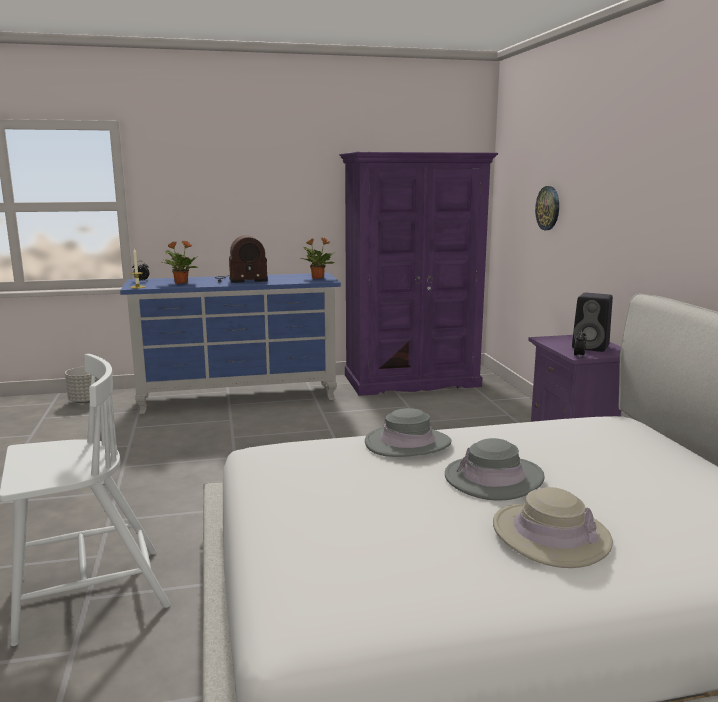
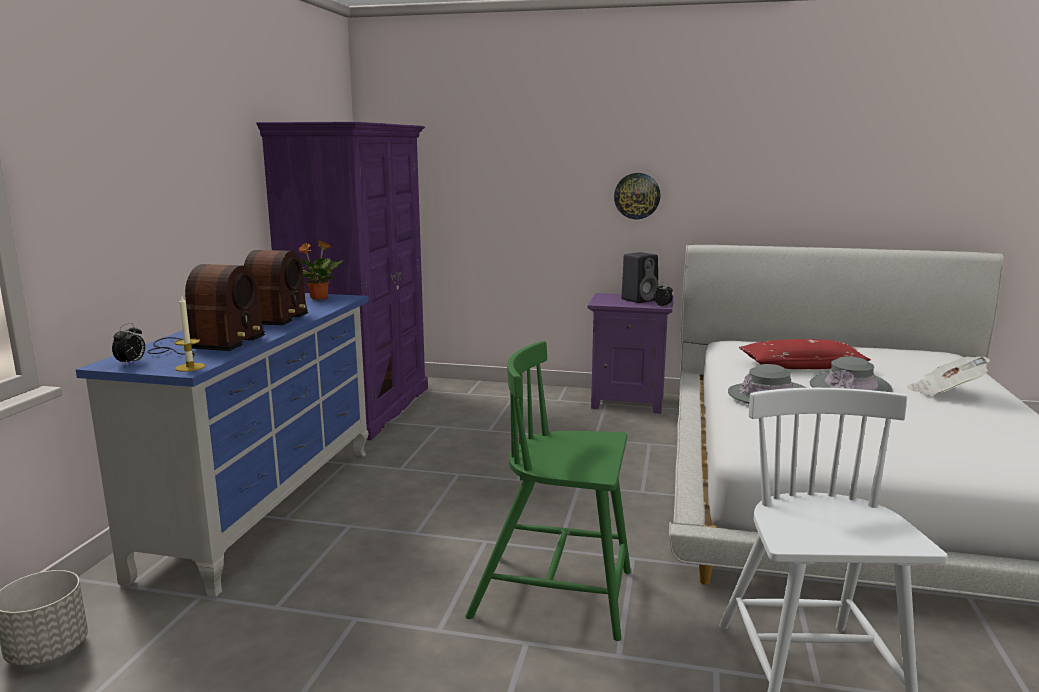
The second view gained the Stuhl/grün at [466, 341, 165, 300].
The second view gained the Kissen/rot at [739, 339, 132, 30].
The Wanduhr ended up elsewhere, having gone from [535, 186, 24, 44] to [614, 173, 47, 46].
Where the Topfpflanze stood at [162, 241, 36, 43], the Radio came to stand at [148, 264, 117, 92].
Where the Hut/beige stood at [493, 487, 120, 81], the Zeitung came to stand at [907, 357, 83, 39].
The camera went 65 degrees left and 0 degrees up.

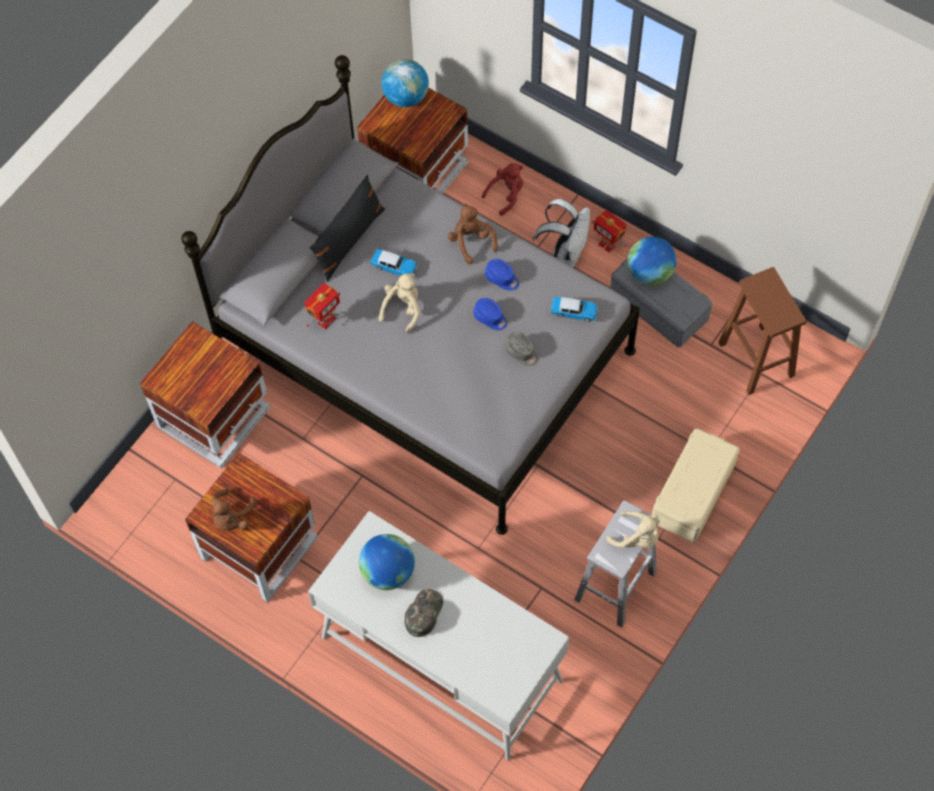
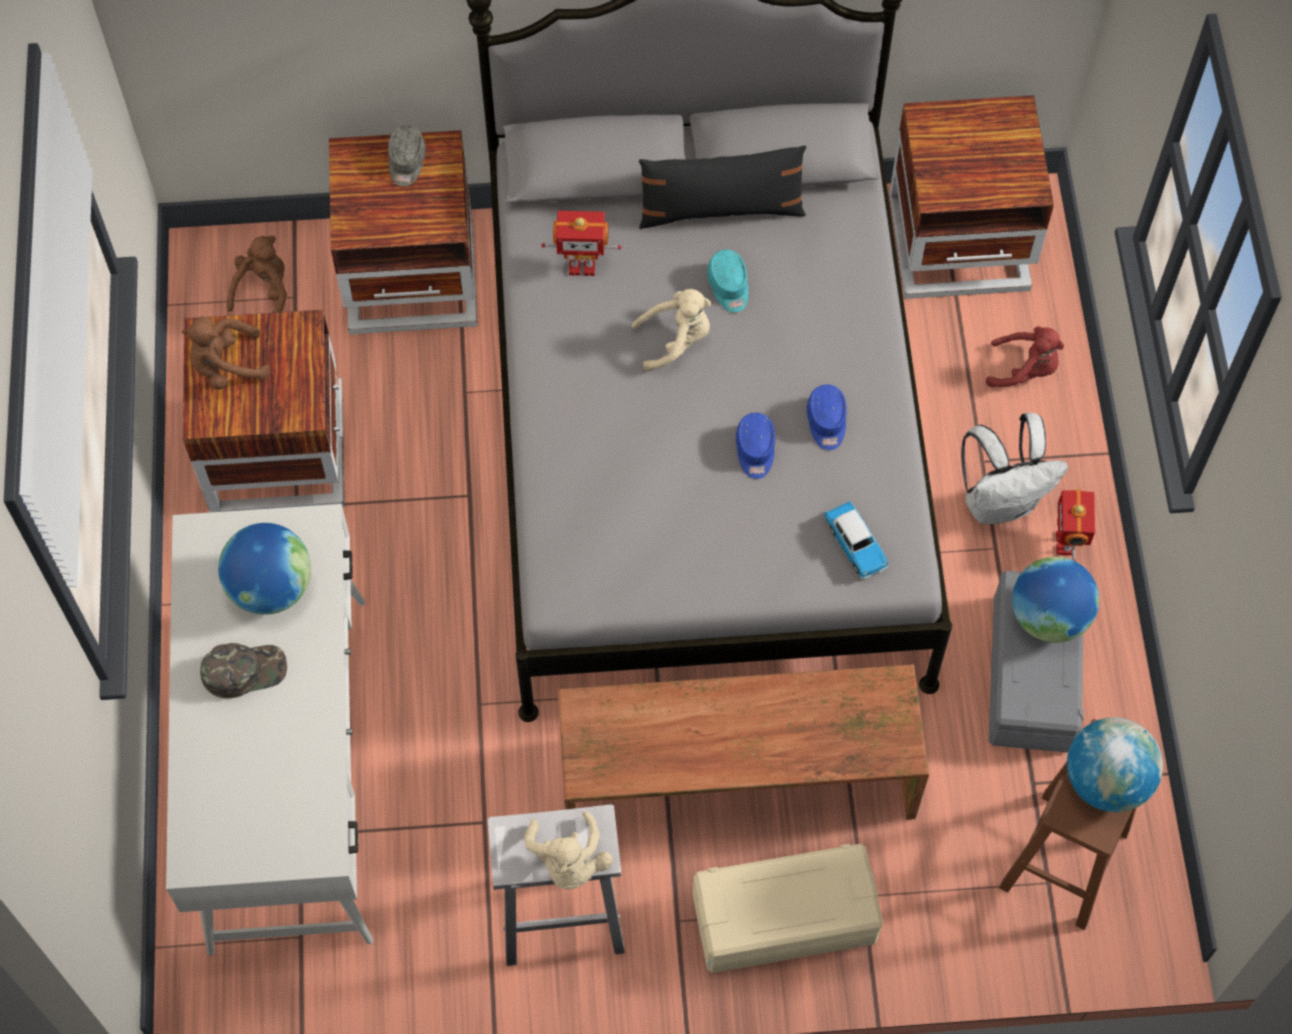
The second view gained the Bank/braun at [557, 664, 372, 156].
The Globus ended up elsewhere, having gone from [381, 59, 48, 48] to [1067, 717, 96, 95].
The Plüschtier/braun ended up elsewhere, having gone from [448, 203, 50, 61] to [227, 236, 60, 77].
The Kappe/grau ended up elsewhere, having gone from [505, 332, 33, 34] to [388, 125, 38, 61].
Where the Spielzeugauto stood at [370, 249, 48, 27], the Kappe/türkis came to stand at [707, 249, 42, 63].
The camera went 50 degrees right and 0 degrees up.

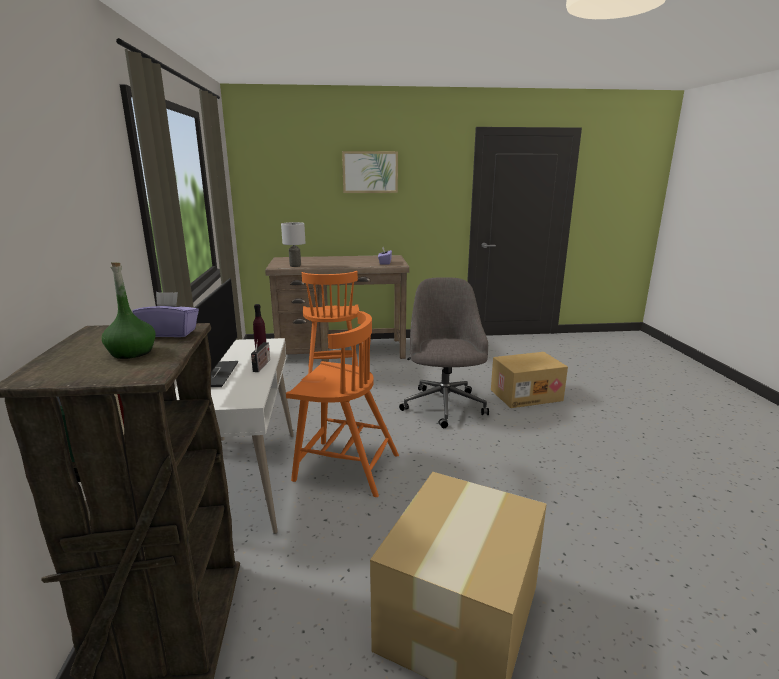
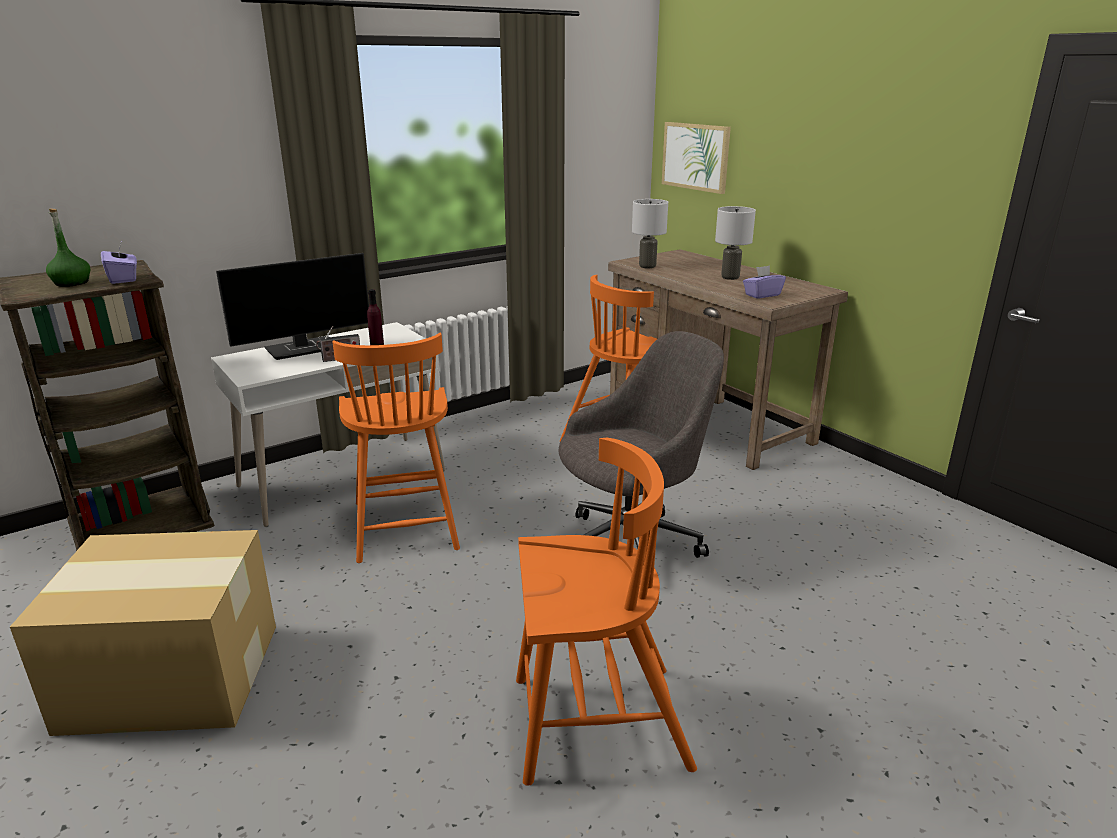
The second view lost the Karton at [491, 352, 77, 56].
The second view gained the Stuhl/orange at [516, 438, 181, 348].
The second view gained the Tischlampe/weiß at [715, 206, 41, 74].
The Bild ended up elsewhere, having gone from [342, 151, 56, 42] to [662, 122, 69, 72].
The camera went 60 degrees right and 5 degrees up.

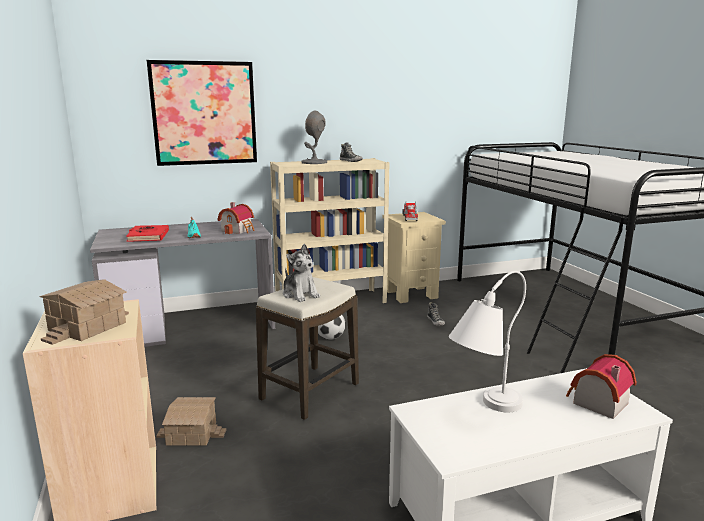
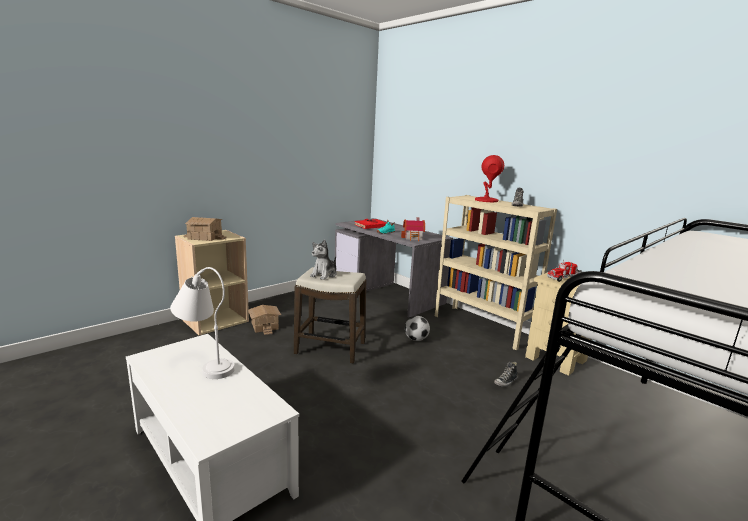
The second view lost the Bild at [147, 60, 110, 106].
The second view lost the Spielzeughaus at [566, 354, 71, 65].
What was the Tischlampe/grau at [301, 111, 26, 53] turned into the Tischlampe/rot at [475, 155, 29, 47].
The camera went 65 degrees right and 0 degrees up.

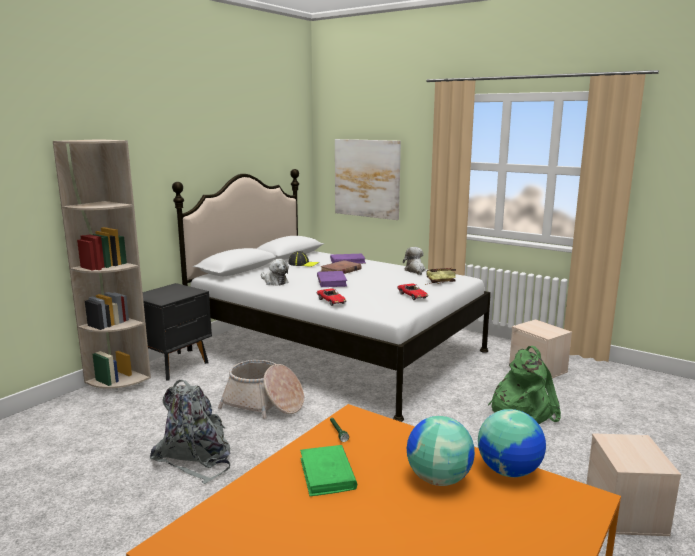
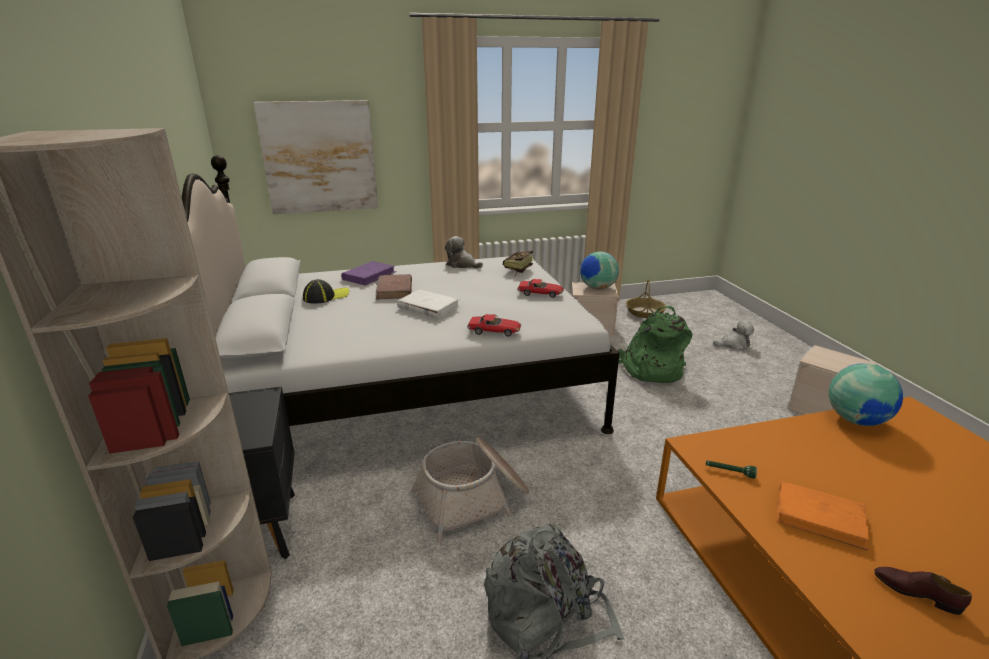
The second view gained the Korb at [626, 279, 40, 39].
The second view gained the Schuh/braun at [875, 567, 97, 48].
The Plüschtier ended up elsewhere, having gone from [261, 259, 28, 27] to [713, 320, 41, 30].
The Globus ended up elsewhere, having gone from [407, 416, 68, 70] to [580, 251, 39, 39].
What was the Buch/grün at [300, 445, 57, 51] turned into the Buch/orange at [777, 481, 92, 69].
What was the Buch/lila at [317, 271, 30, 16] turned into the Buch/weiß at [397, 290, 63, 29].
The camera went 50 degrees left and 10 degrees up.

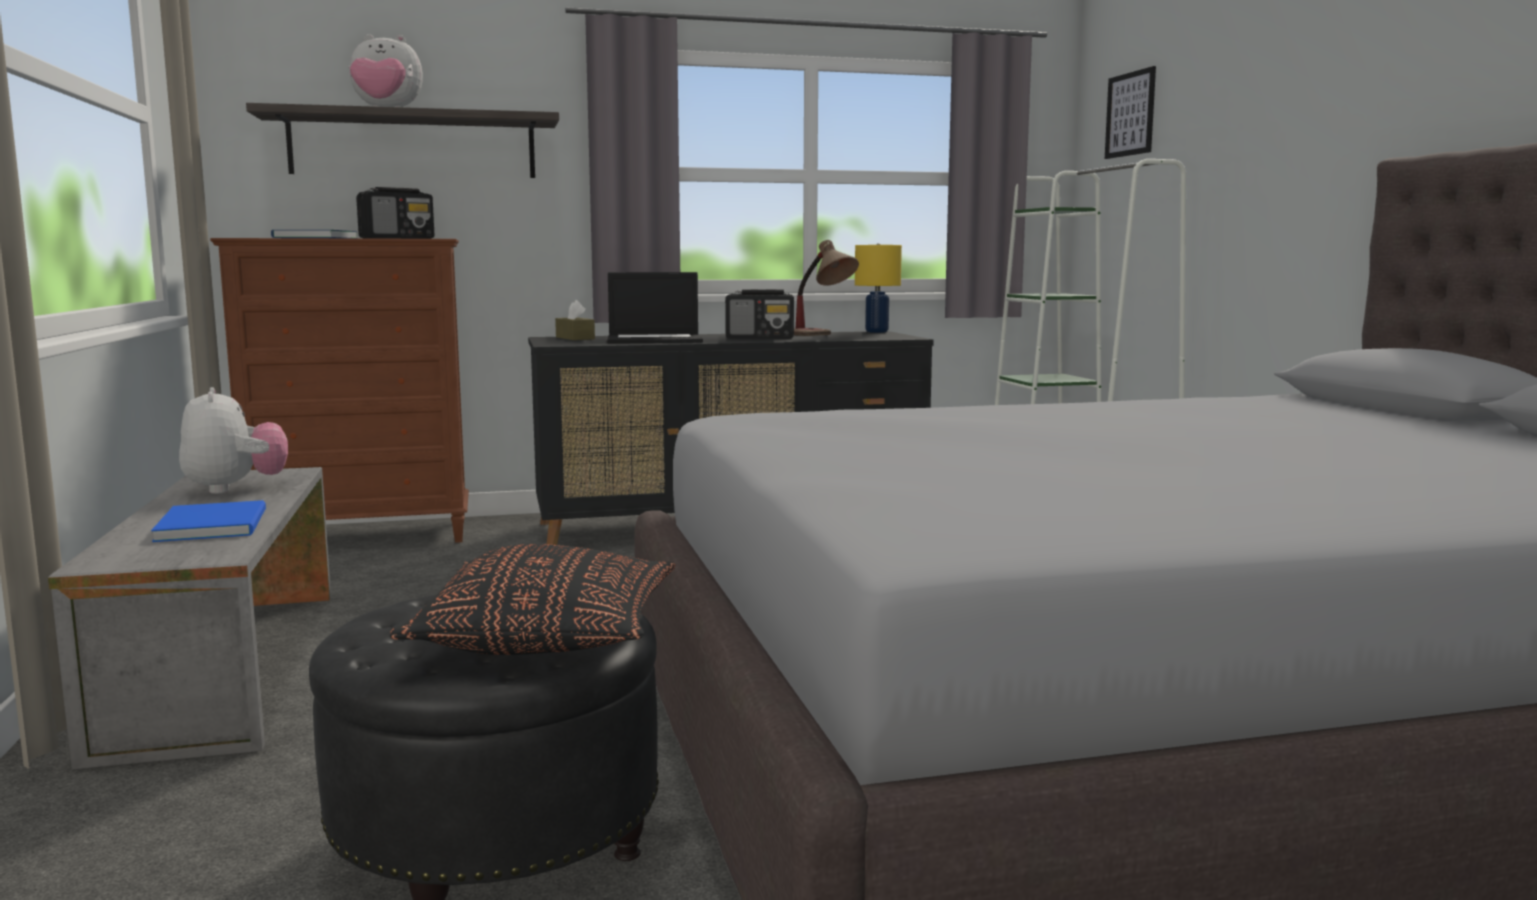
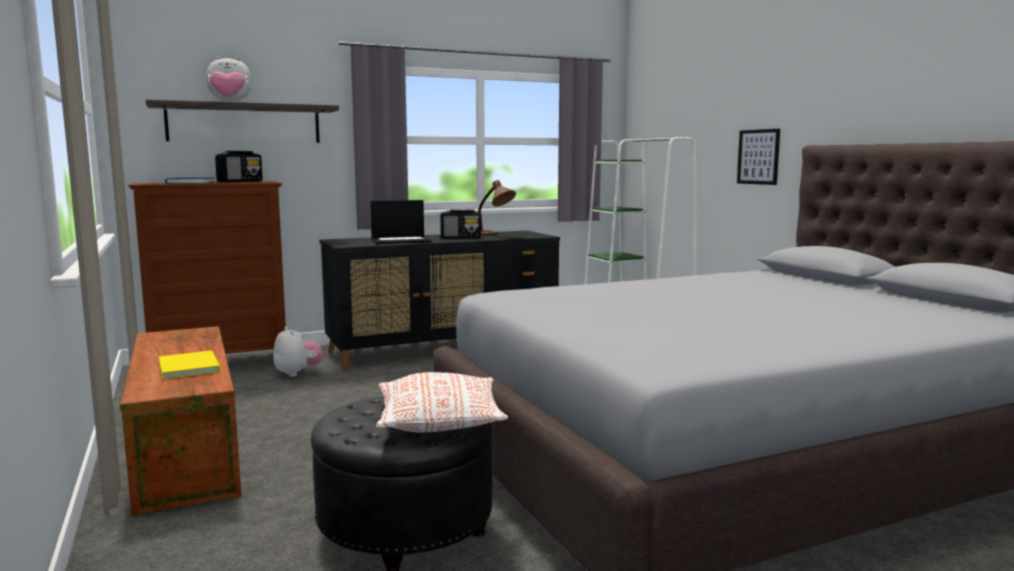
The second view lost the Taschentuchbox/braun at [555, 300, 40, 40].
The second view lost the Tischlampe/gelb at [855, 243, 47, 90].
The Plüschtier ended up elsewhere, having gone from [179, 387, 109, 107] to [273, 327, 50, 50].
The Bild ended up elsewhere, having gone from [1105, 66, 51, 93] to [737, 129, 43, 56].
What was the Bank/grau at [48, 467, 283, 302] turned into the Bank/braun at [120, 326, 121, 190].
What was the Buch/blau at [151, 500, 115, 42] turned into the Buch/gelb at [159, 350, 62, 29].
What was the Kissen/schwarz at [390, 544, 285, 111] turned into the Kissen/weiß at [376, 372, 132, 61].
The camera went 10 degrees left and 0 degrees up.

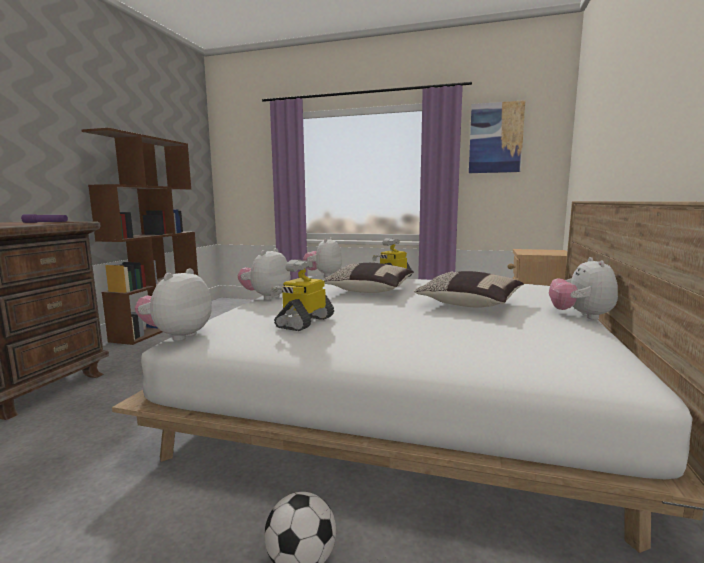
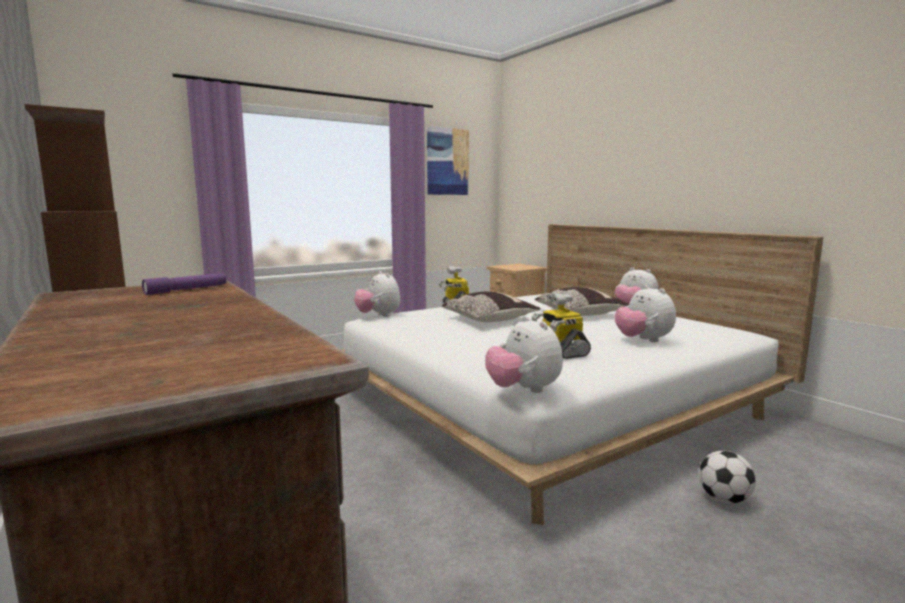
The Plüschtier ended up elsewhere, having gone from [238, 248, 52, 52] to [615, 285, 61, 57].
The camera went 50 degrees left and 0 degrees up.

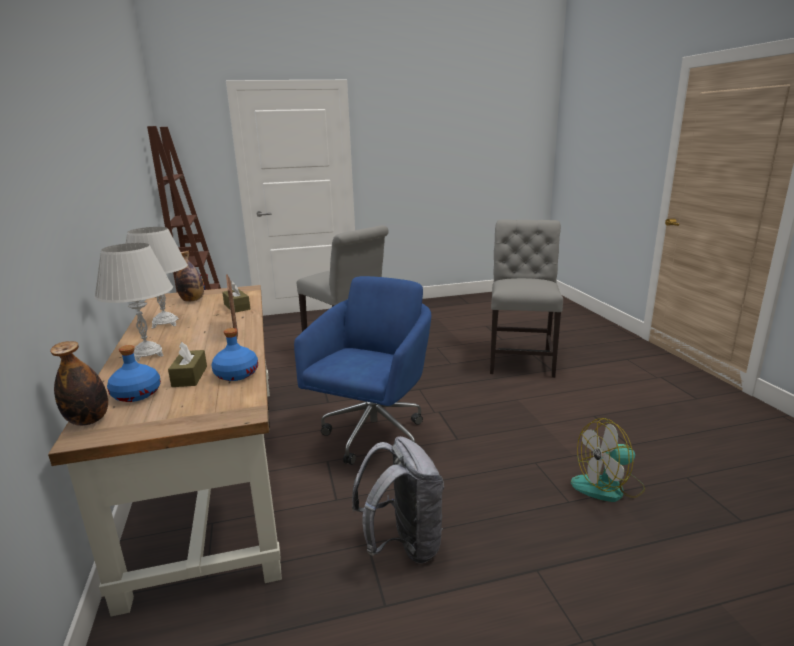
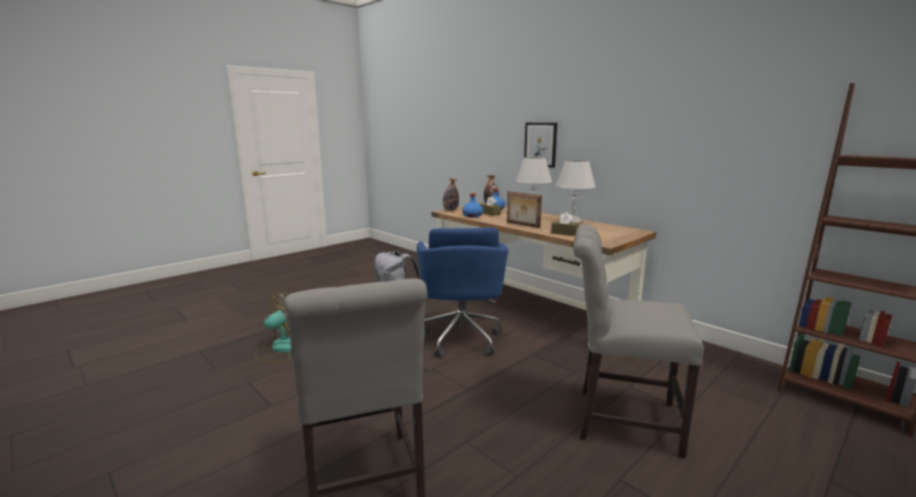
The second view gained the Bild at [524, 123, 33, 45].
The Flasche ended up elsewhere, having gone from [176, 251, 28, 51] to [443, 178, 16, 33].
The camera went 150 degrees right and 5 degrees down.

